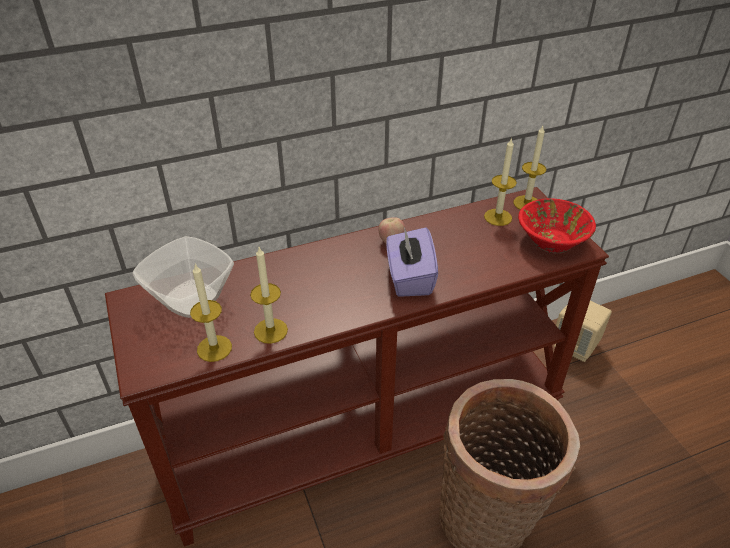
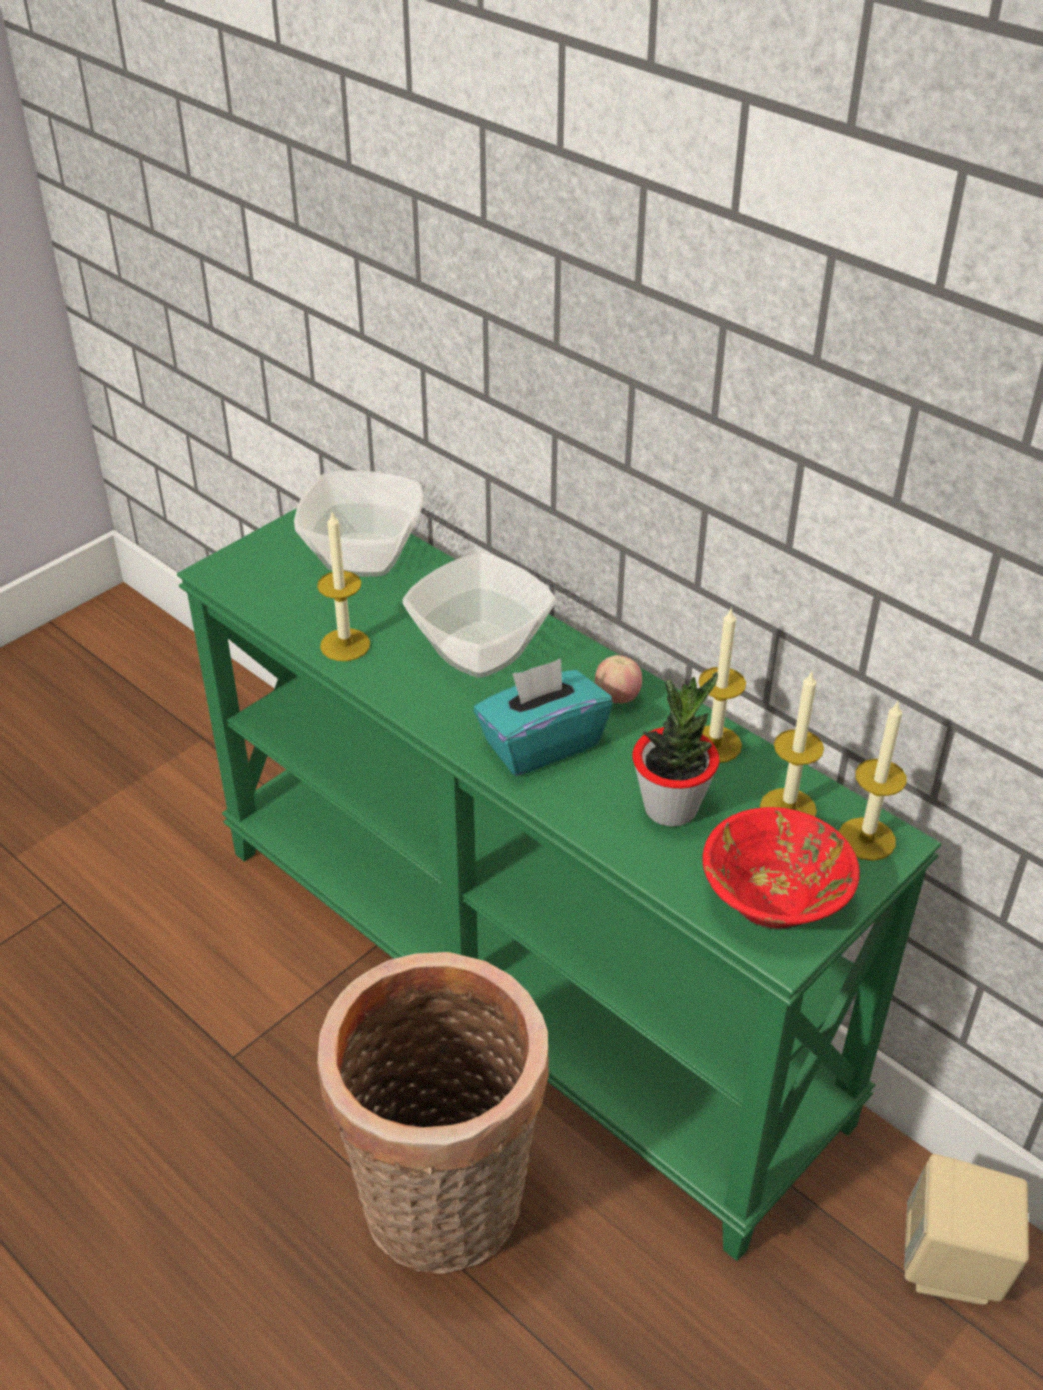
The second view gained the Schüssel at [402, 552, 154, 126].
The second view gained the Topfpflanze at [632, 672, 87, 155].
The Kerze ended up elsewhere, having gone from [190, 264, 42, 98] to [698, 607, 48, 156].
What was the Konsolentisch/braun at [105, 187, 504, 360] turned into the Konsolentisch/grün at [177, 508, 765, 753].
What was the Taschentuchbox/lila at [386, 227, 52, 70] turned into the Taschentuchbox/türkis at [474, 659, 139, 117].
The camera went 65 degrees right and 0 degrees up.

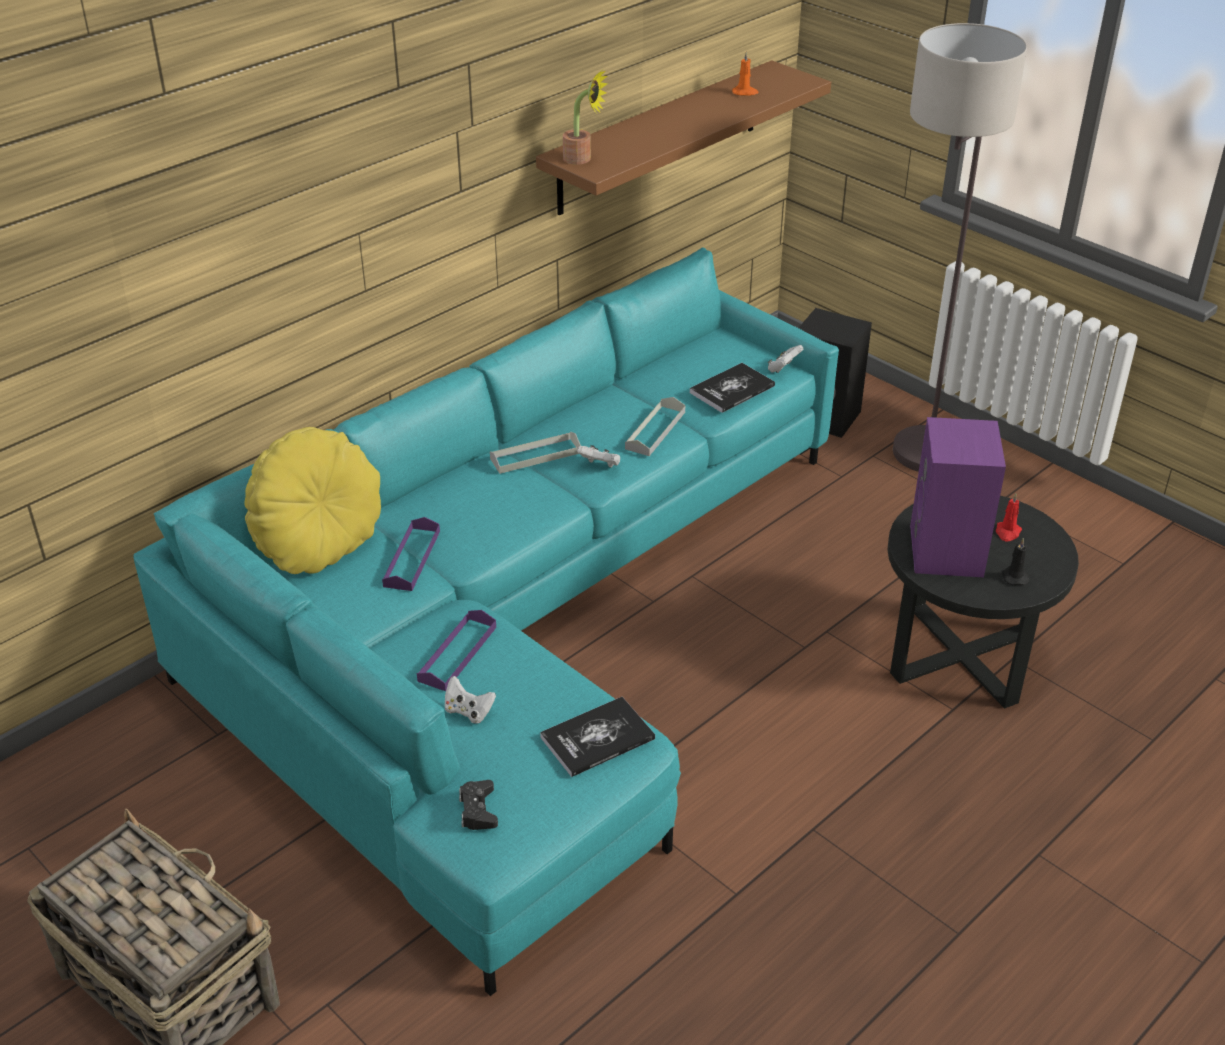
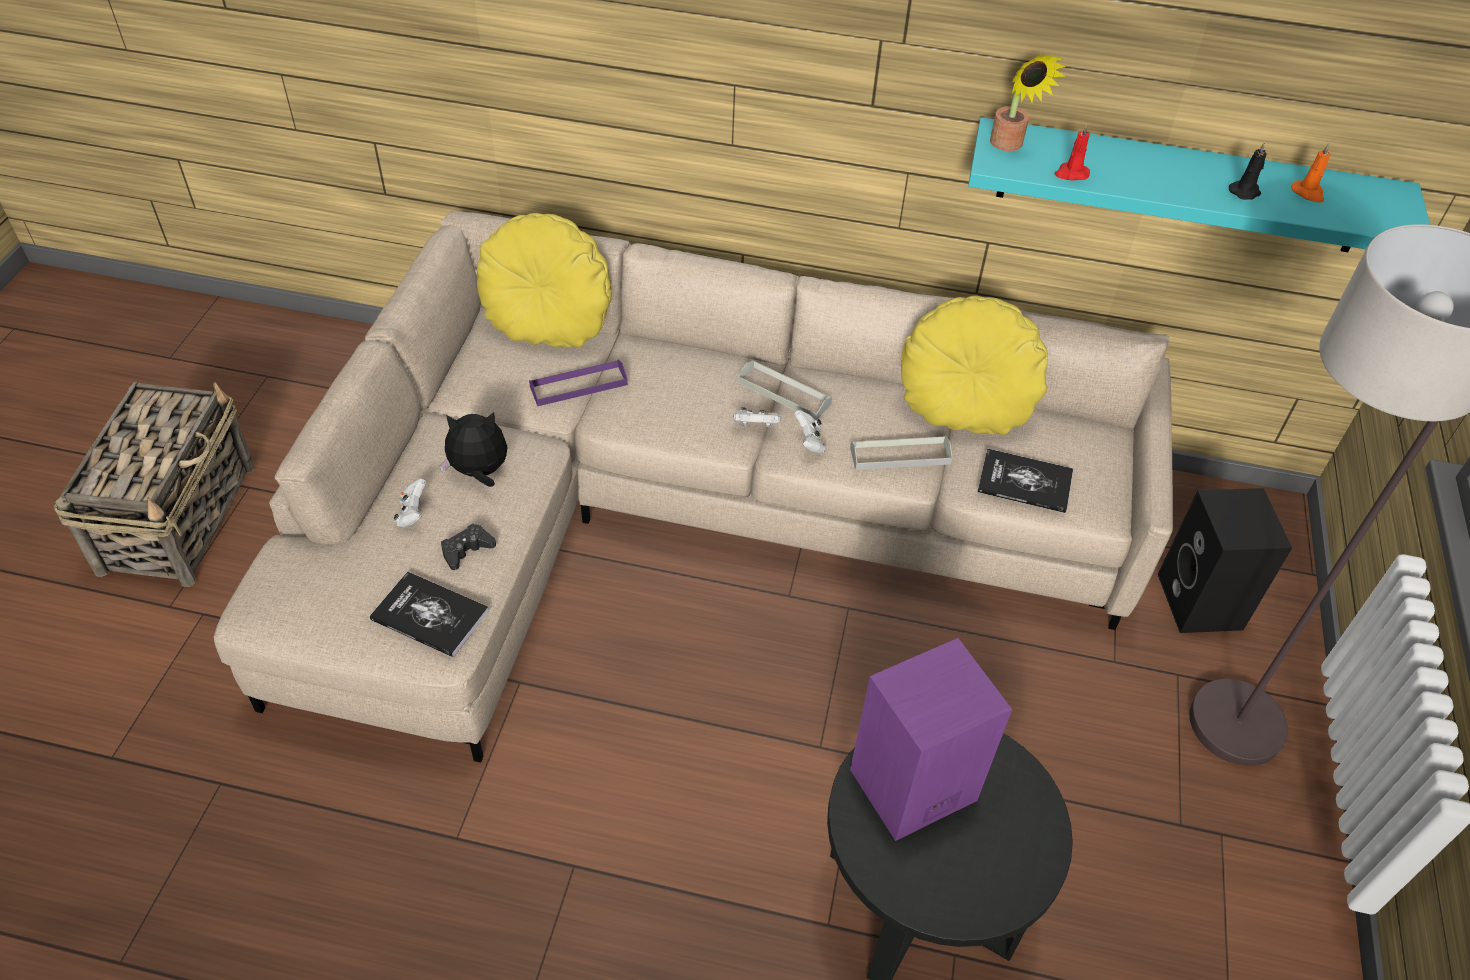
The second view gained the Kissen/gelb at [901, 296, 147, 139].
The Gamepad/schwarz ended up elsewhere, having gone from [459, 780, 39, 50] to [441, 524, 55, 46].
The Gamepad/weiß ended up elsewhere, having gone from [768, 345, 36, 28] to [733, 407, 48, 20].
The Kerze/rot ended up elsewhere, having gone from [996, 493, 26, 49] to [1055, 123, 35, 58].
The Kerze/schwarz ended up elsewhere, having gone from [1002, 538, 28, 47] to [1229, 142, 37, 58].
Where the Tablett/lila stood at [417, 610, 79, 81], the Plüschtier came to stand at [439, 412, 69, 75].
What was the Sofa/türkis at [133, 248, 706, 748] turned into the Sofa/beige at [214, 211, 959, 552].
What was the Wandregal/braun at [536, 60, 295, 155] turned into the Wandregal/türkis at [968, 117, 462, 135].
The camera went 55 degrees right and 10 degrees up.

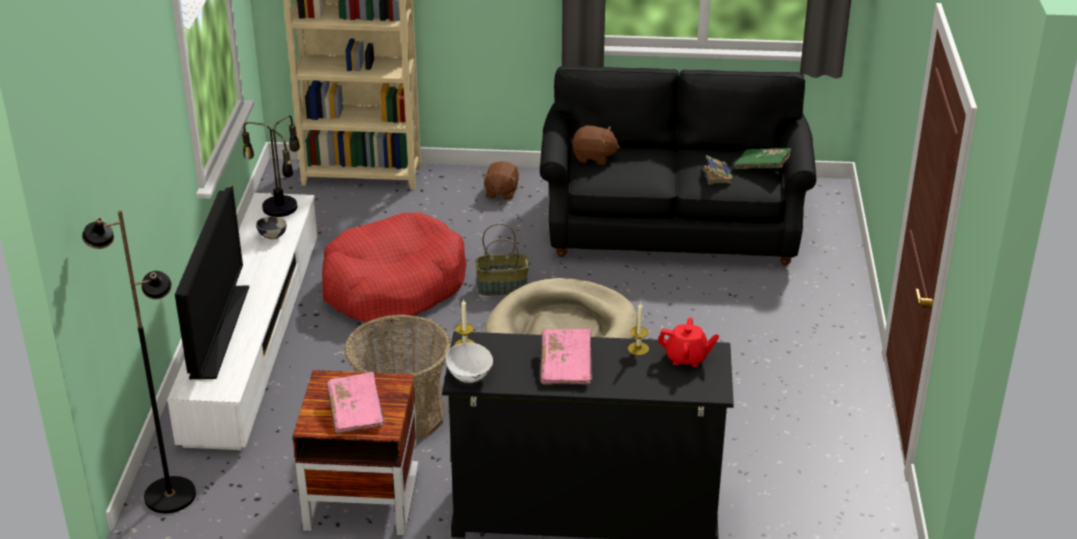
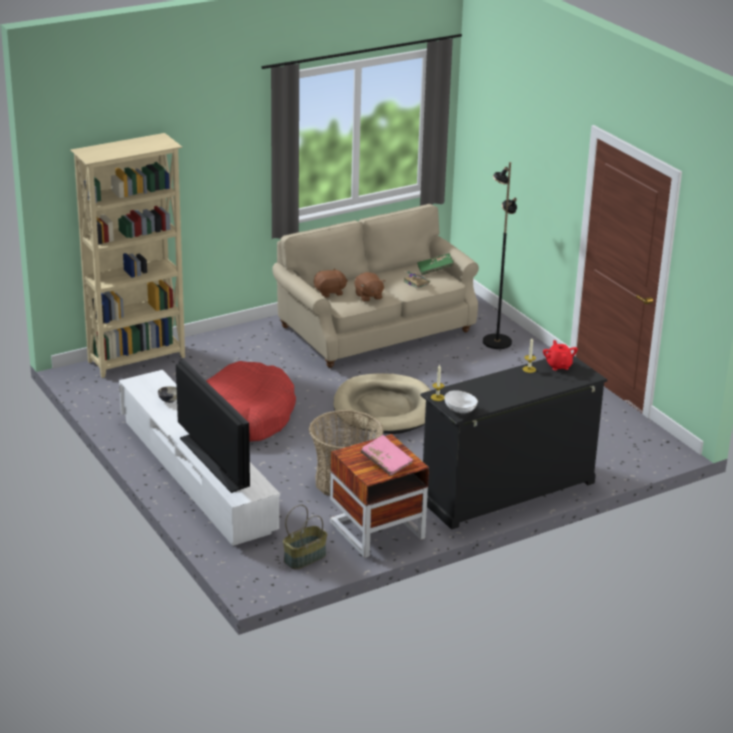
The second view lost the Tischlampe at [242, 115, 58, 102].
The second view lost the Buch/rosa at [540, 328, 52, 57].
The Stehlampe/schwarz ended up elsewhere, having gone from [82, 210, 114, 303] to [483, 162, 34, 187].
The Korb ended up elsewhere, having gone from [475, 223, 54, 73] to [283, 505, 44, 65].
The Plüschtier/braun ended up elsewhere, having gone from [482, 161, 37, 39] to [355, 272, 30, 30].
What was the Sofa/schwarz at [540, 66, 276, 199] turned into the Sofa/beige at [272, 204, 207, 164].
The Teekanne/rot at [658, 317, 61, 50] ended up facing another way, 75 degrees counterclockwise from before.
The camera went 35 degrees left and 5 degrees down.

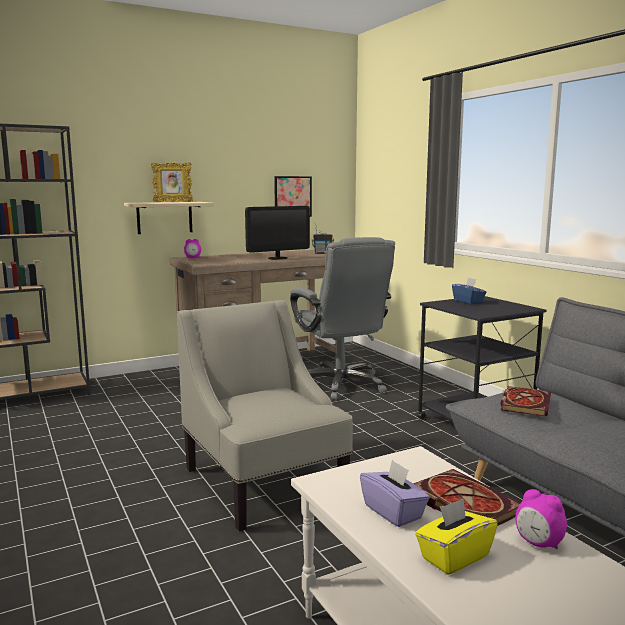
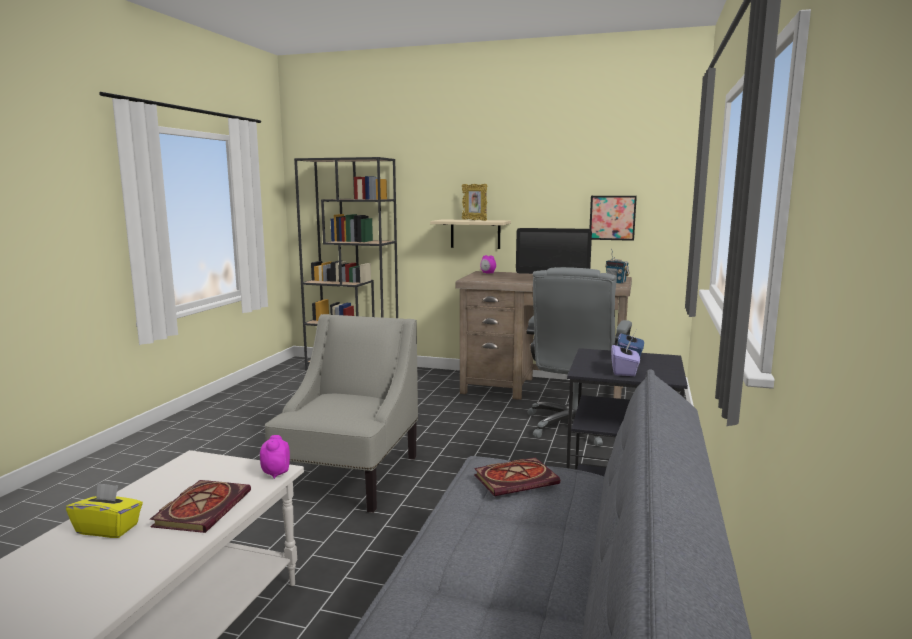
The Taschentuchbox/lila ended up elsewhere, having gone from [360, 460, 70, 67] to [611, 339, 29, 37].
The Wecker ended up elsewhere, having gone from [515, 489, 52, 60] to [260, 435, 30, 44].
The camera went 45 degrees right and 0 degrees up.

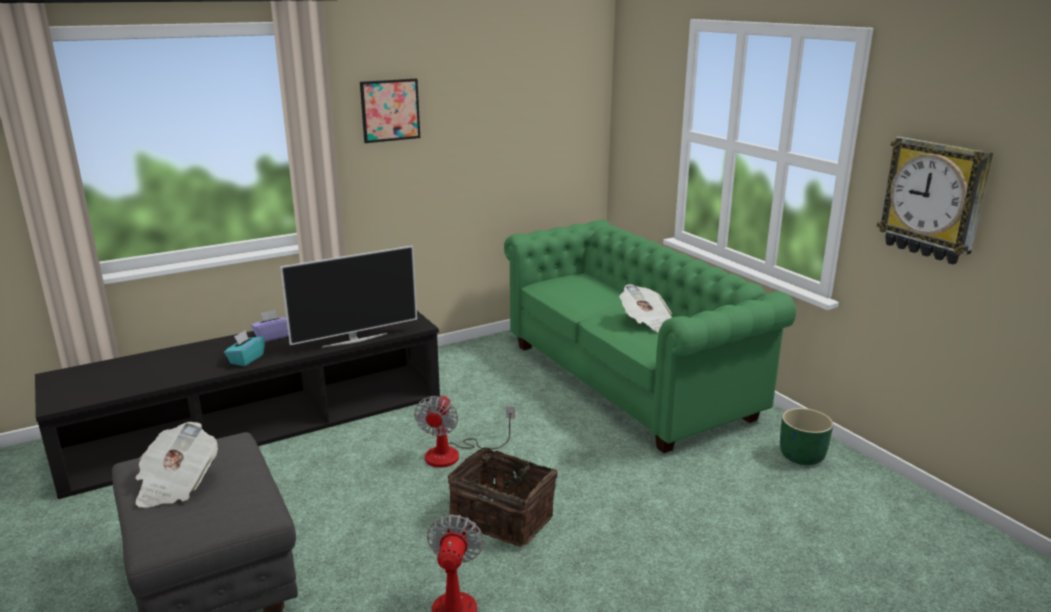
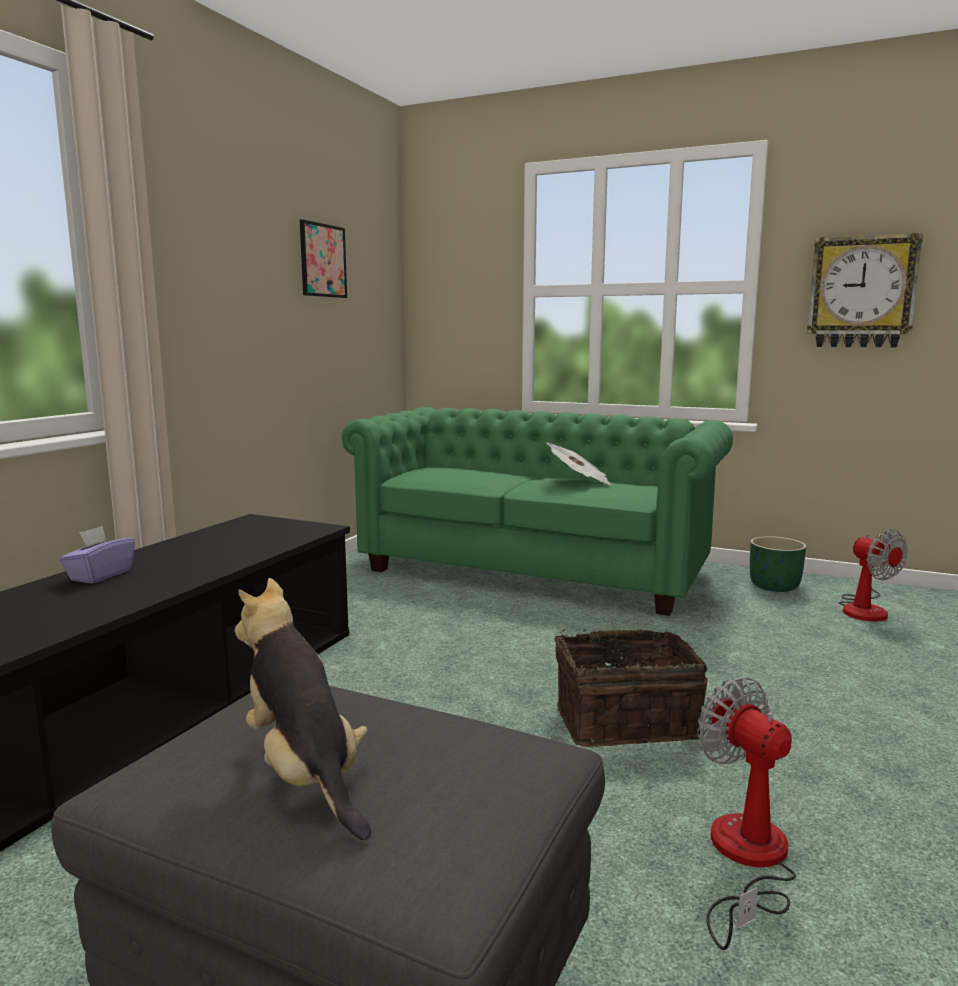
The second view lost the Taschentuchbox/türkis at [224, 330, 41, 36].
The second view lost the Fernseher at [280, 245, 137, 102].
The Bild ended up elsewhere, having gone from [360, 79, 60, 64] to [300, 219, 47, 79].
The Ventilator ended up elsewhere, having gone from [414, 394, 101, 74] to [839, 529, 69, 92].
Where the Zeitung stood at [135, 422, 83, 86], the Plüschtier came to stand at [235, 578, 136, 262].
The camera went 35 degrees left and 10 degrees down.

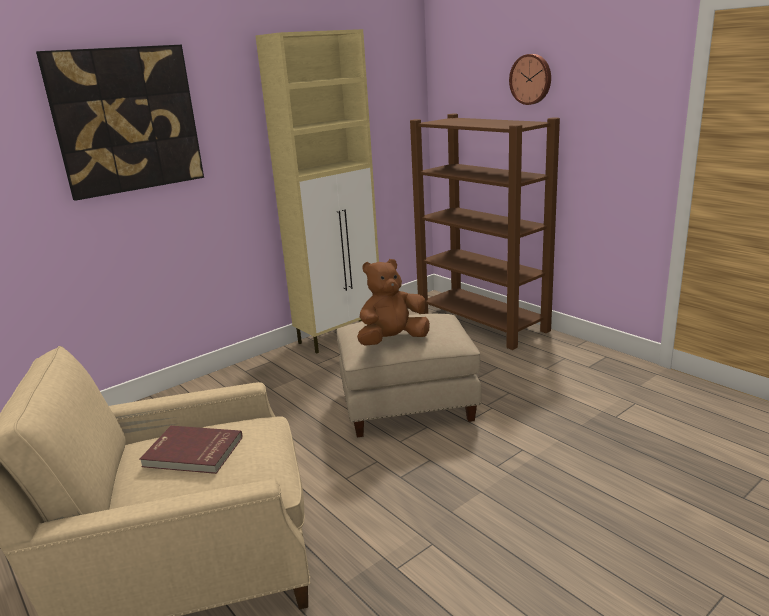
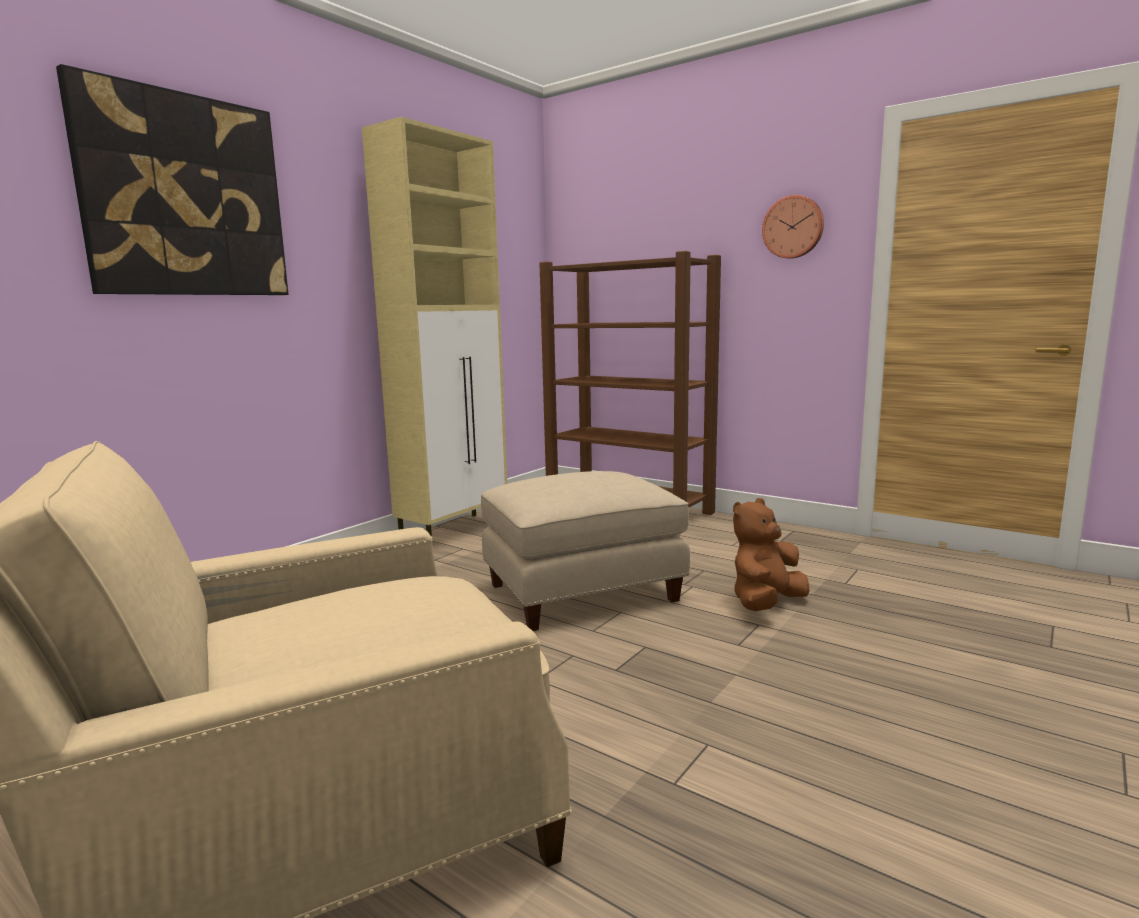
The second view lost the Buch/rot at [140, 426, 102, 48].
The Plüschtier/braun ended up elsewhere, having gone from [357, 259, 73, 87] to [733, 498, 77, 113].
The Wanduhr ended up elsewhere, having gone from [509, 54, 42, 51] to [762, 195, 62, 64].
The camera went 15 degrees left and 10 degrees down.

